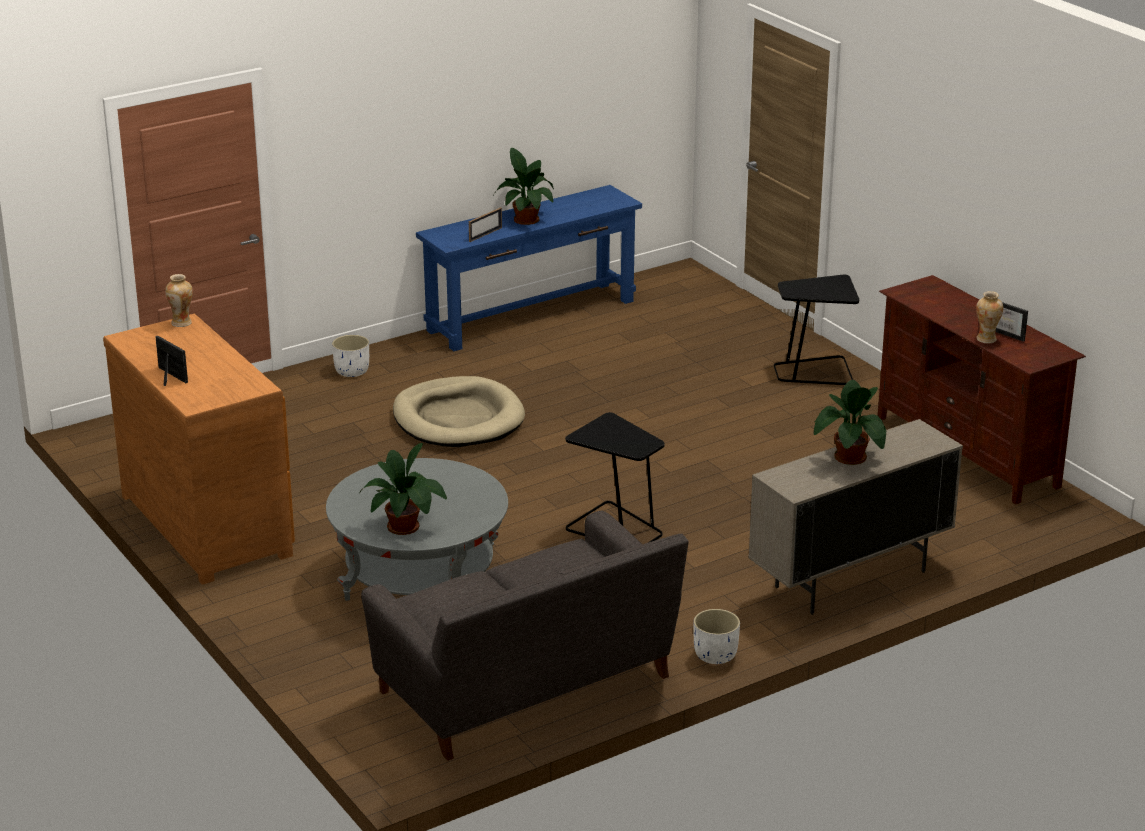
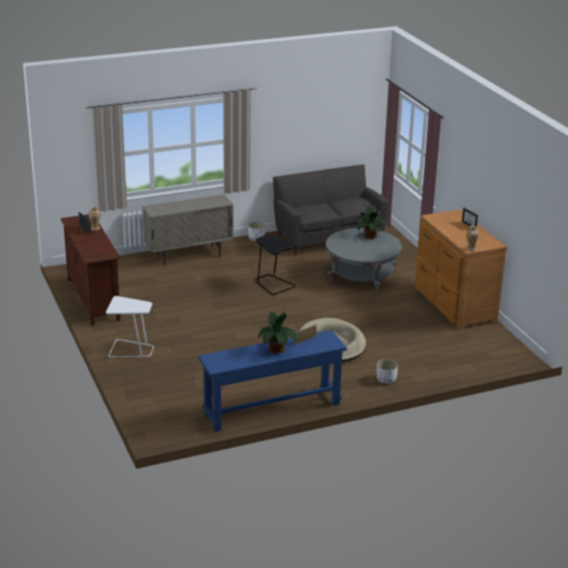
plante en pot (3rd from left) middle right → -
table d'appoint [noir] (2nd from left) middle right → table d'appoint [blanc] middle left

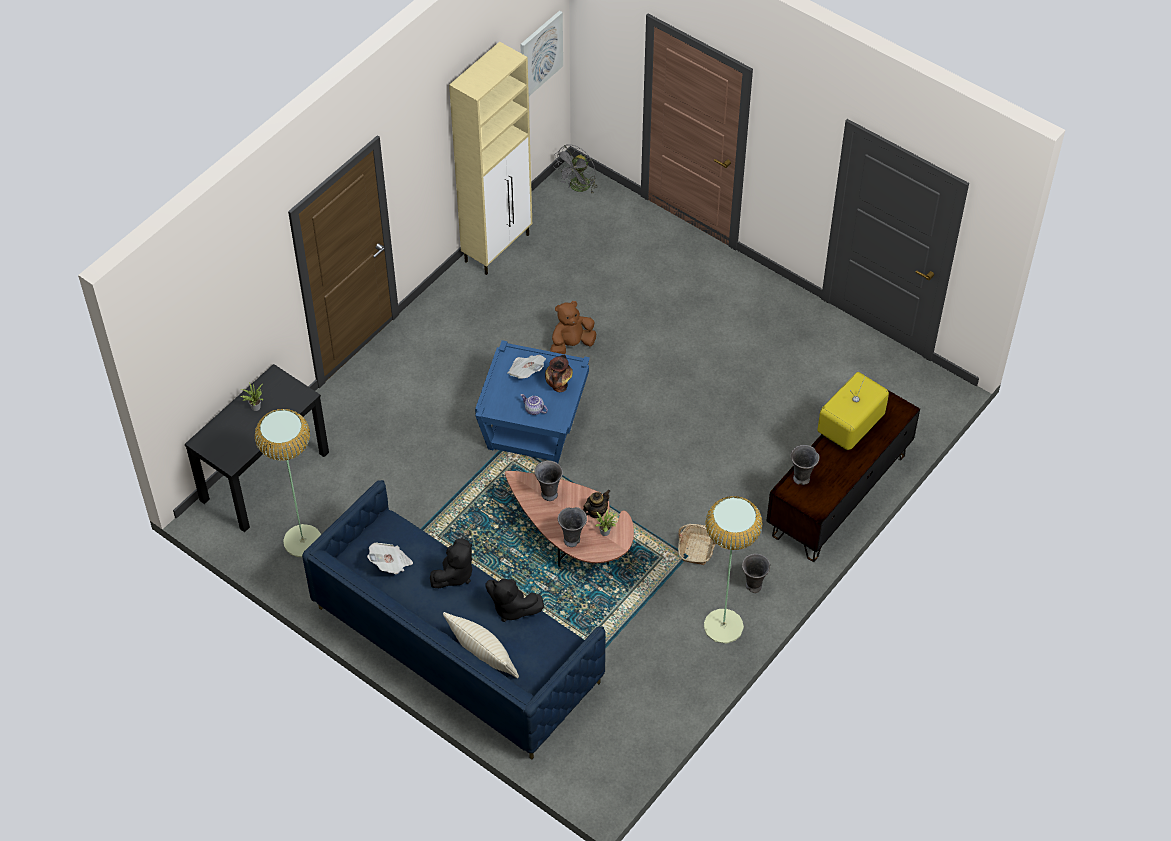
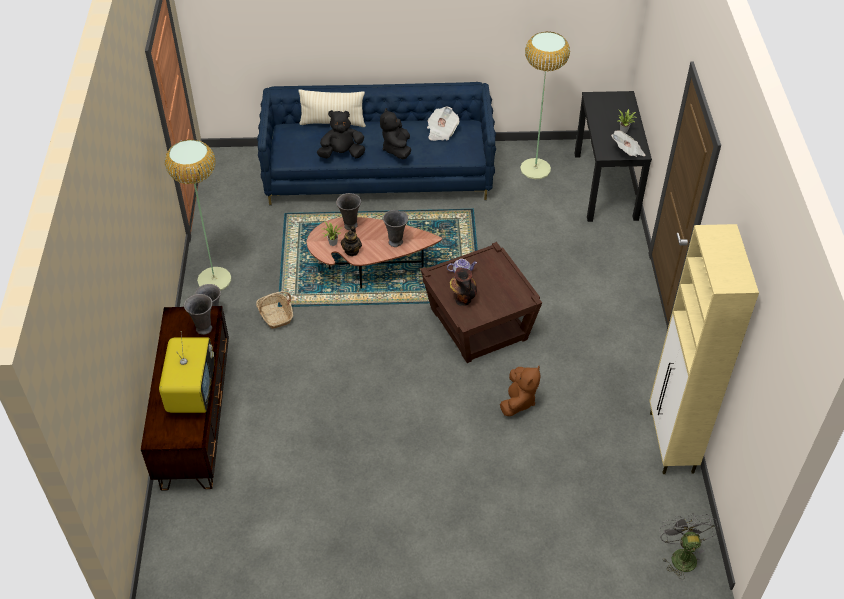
tableau top centre → -
journal (2nd from left) centre → journal (2nd from left) top right, move
table d'appoint [bleu] centre → table d'appoint [marron] centre

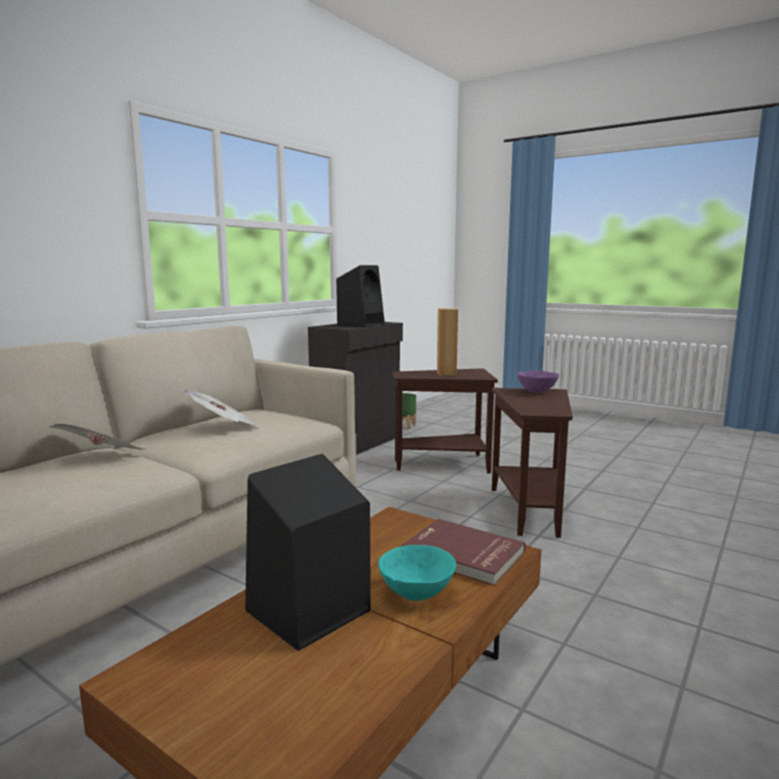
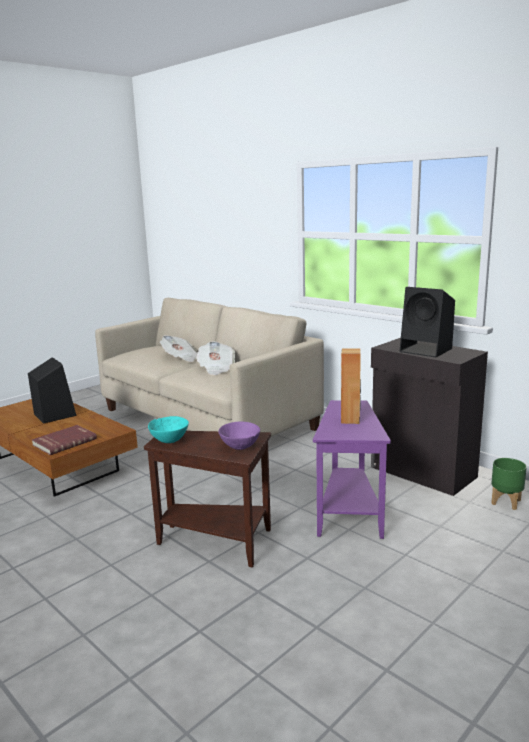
bol [turquoise] bottom centre → bol [turquoise] middle left, move
table d'appoint [marron] (1st from left) centre → table d'appoint [violet] centre

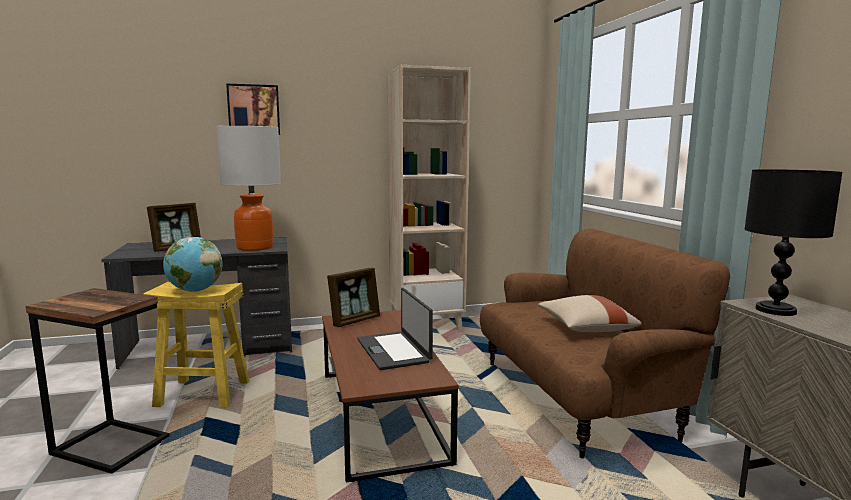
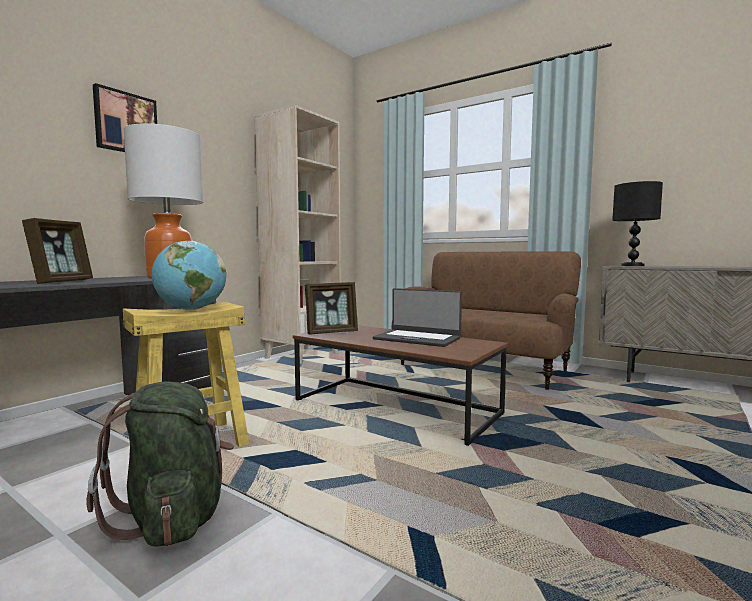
coussin [beige] middle right → -
table d'appoint bottom left → sac à dos [vert] bottom left
cadre photo (2nd from left) centre, 60 degrees clockwise

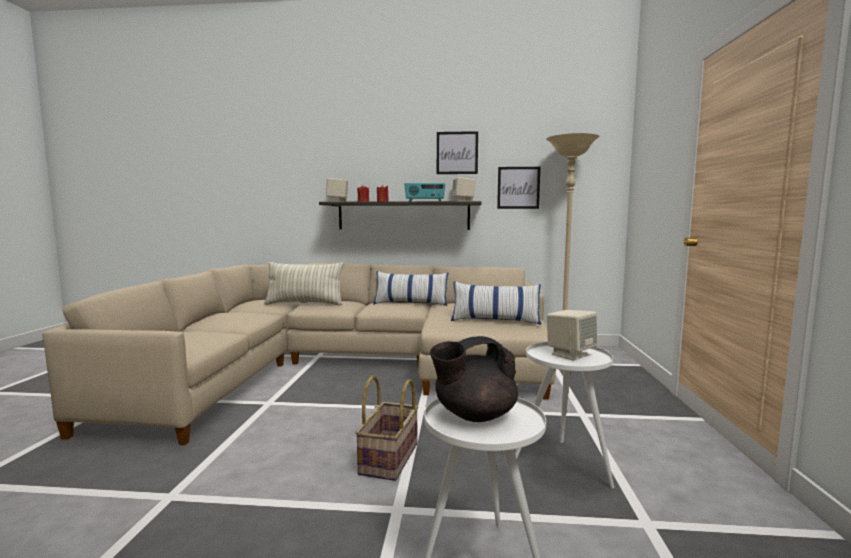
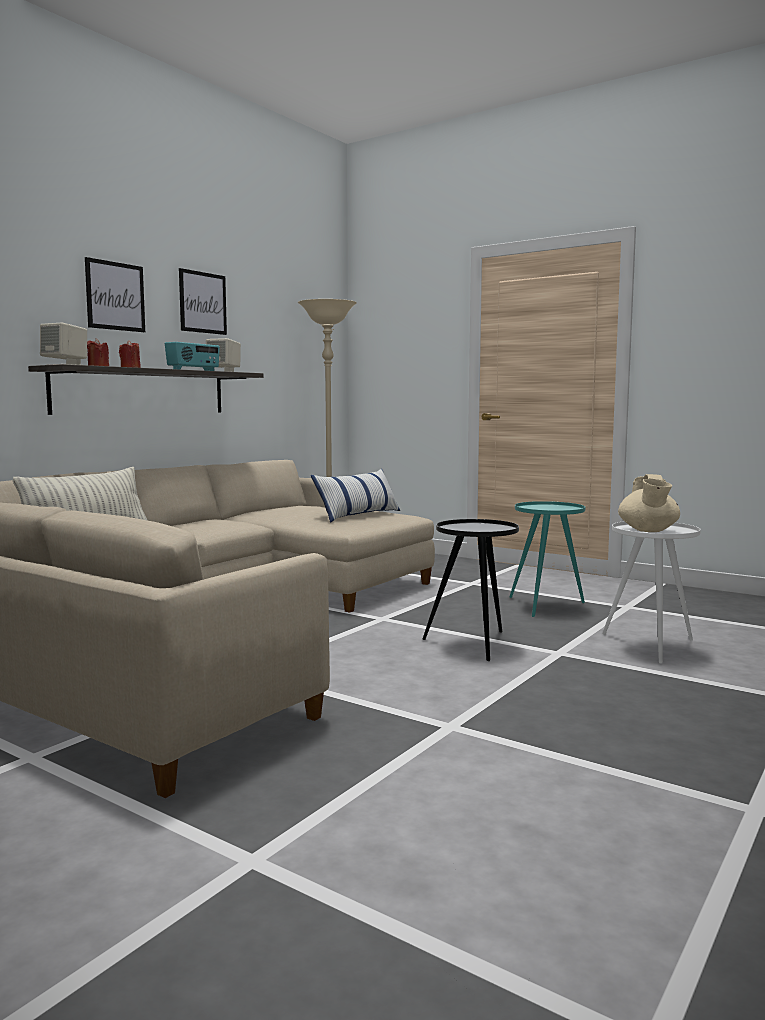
coussin (2nd from left) centre → -
enceinte [beige] (3rd from left) middle right → -
tableau (2nd from left in the first image) centre → tableau (1st from left) top left, move
panier bottom centre → table d'appoint [noir] centre
théière [noir] bottom centre → théière [beige] middle right
table d'appoint [blanc] (2nd from left) bottom centre → table d'appoint [turquoise] middle right

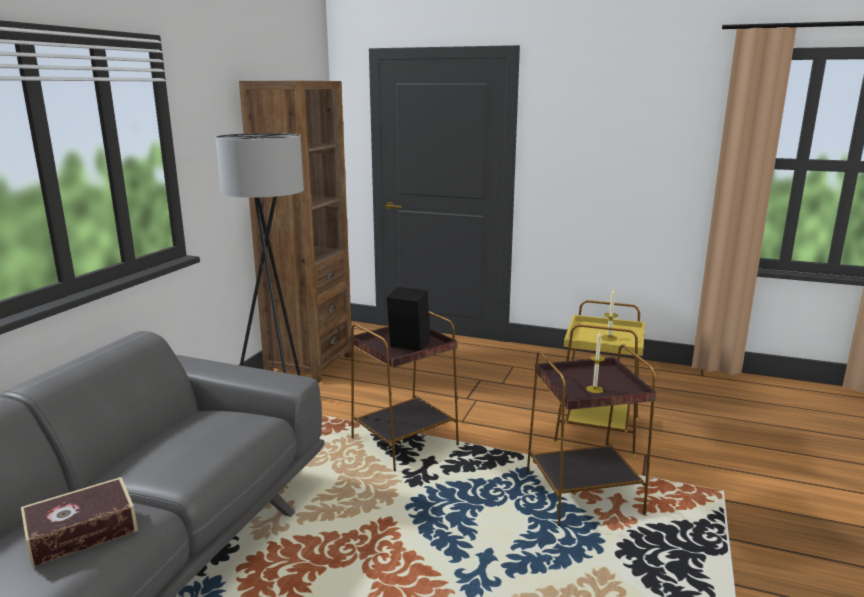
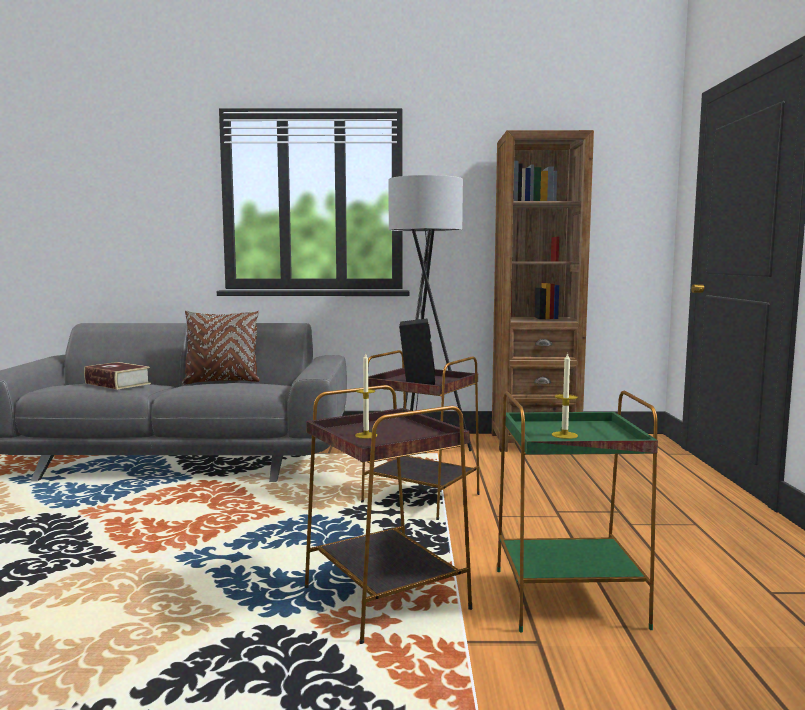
- → coussin [marron] middle left
table d'appoint [jaune] middle right → table d'appoint [vert] bottom right

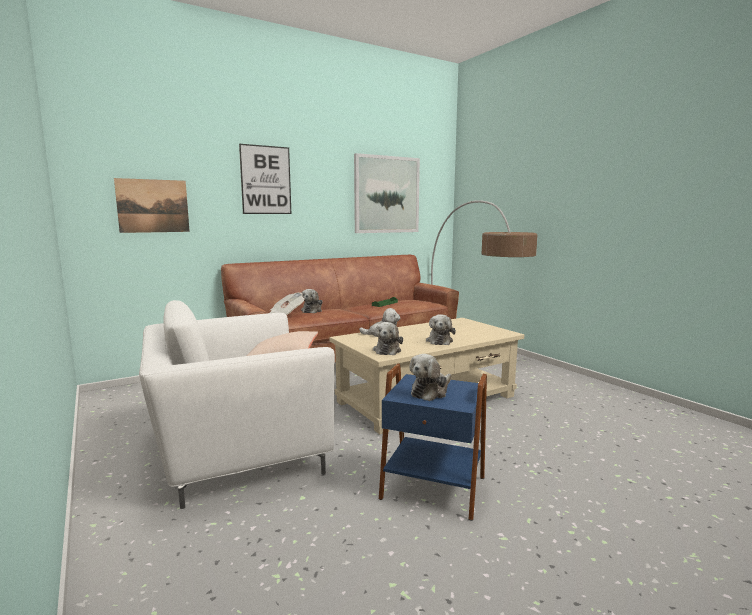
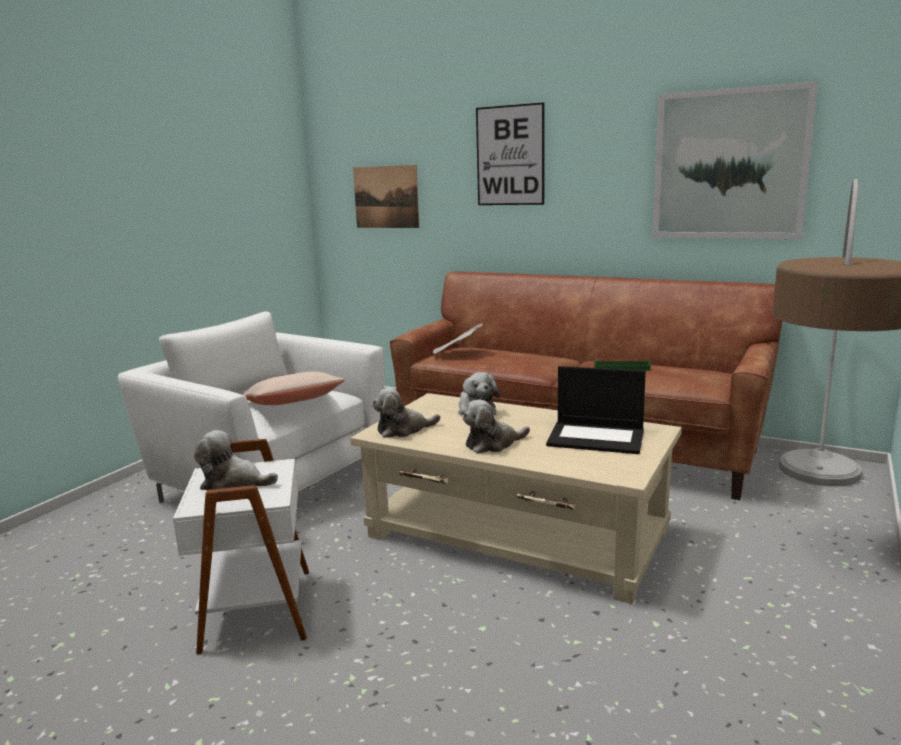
peluche (1st from left) centre → -
- → ordinateur portable centre
table d'appoint [bleu] bottom centre → table d'appoint [blanc] bottom left

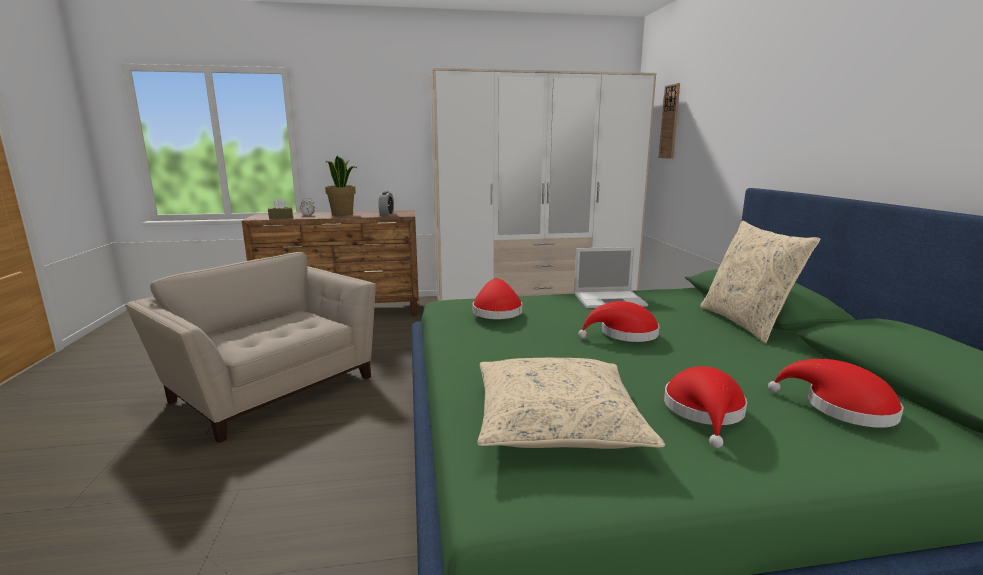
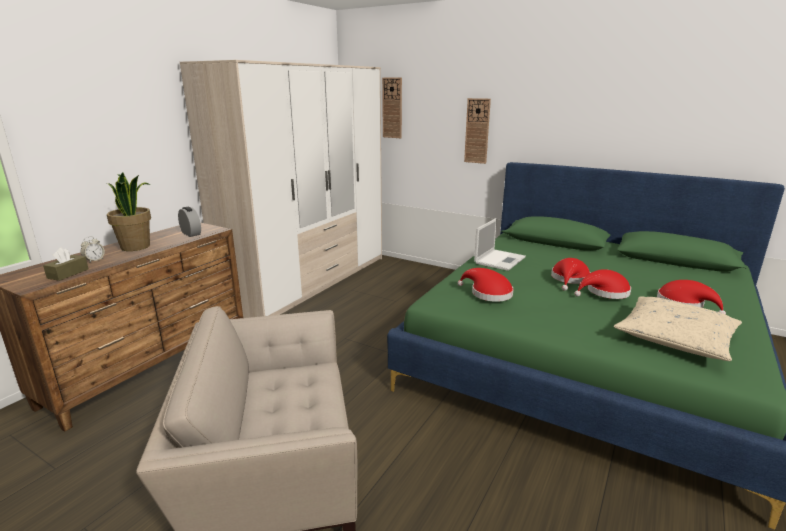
coussin [beige] (2nd from left) middle right → -
- → horloge murale (2nd from left) top centre
chapeau [rouge] (4th from left in the first image) bottom right → chapeau [rouge] (3rd from left) middle right, move

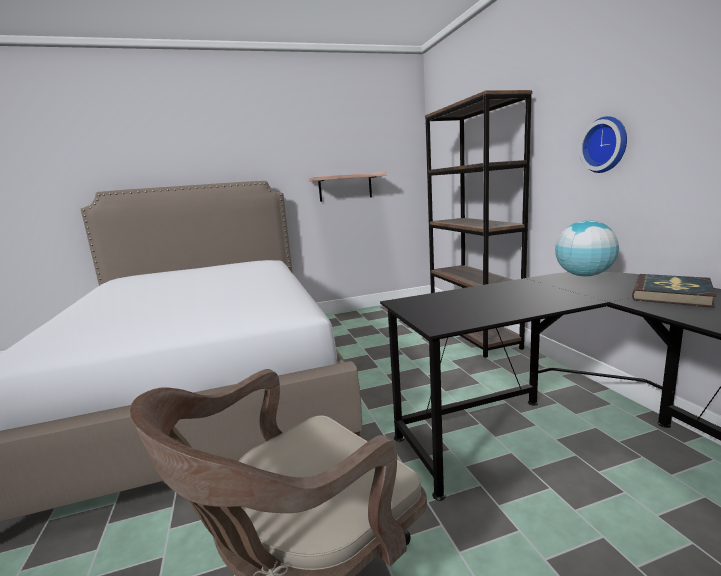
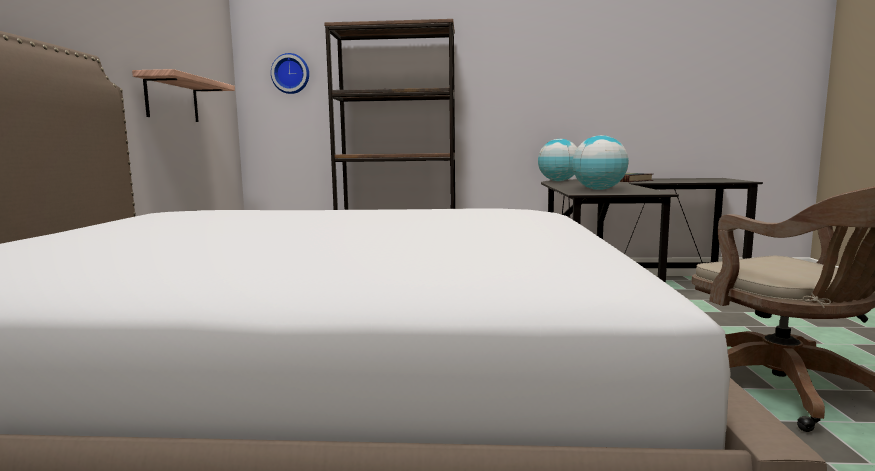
- → globe (2nd from left) middle right
horloge murale top right → horloge murale top left, move

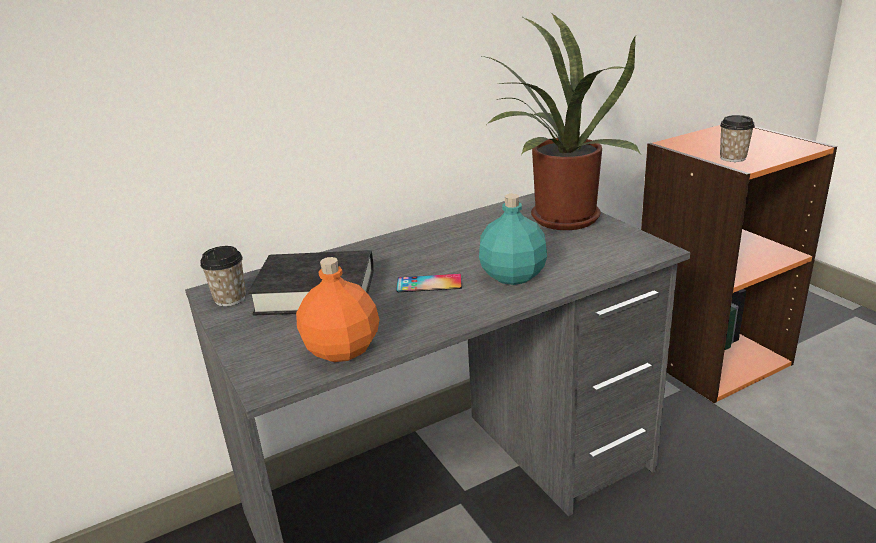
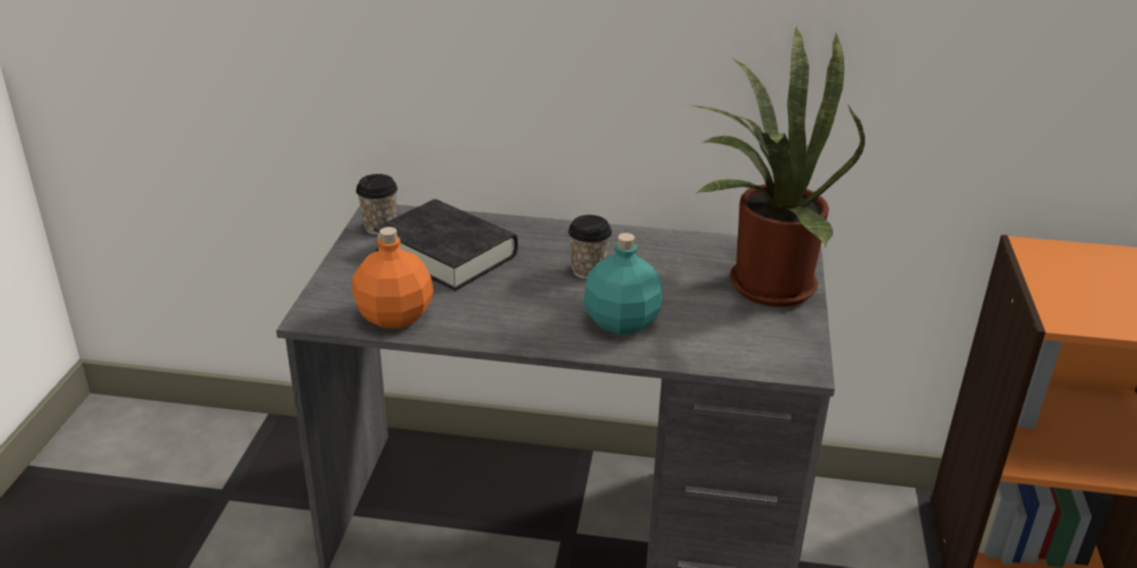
téléphone centre → -
tasse (2nd from left) top right → tasse (2nd from left) centre, move

